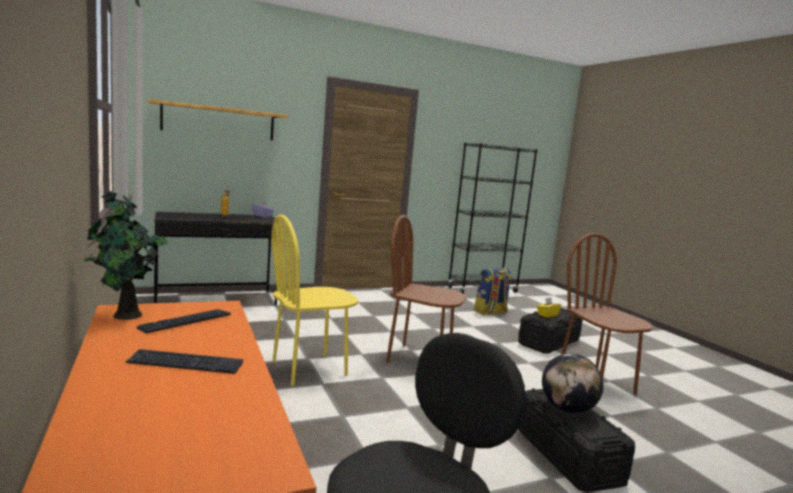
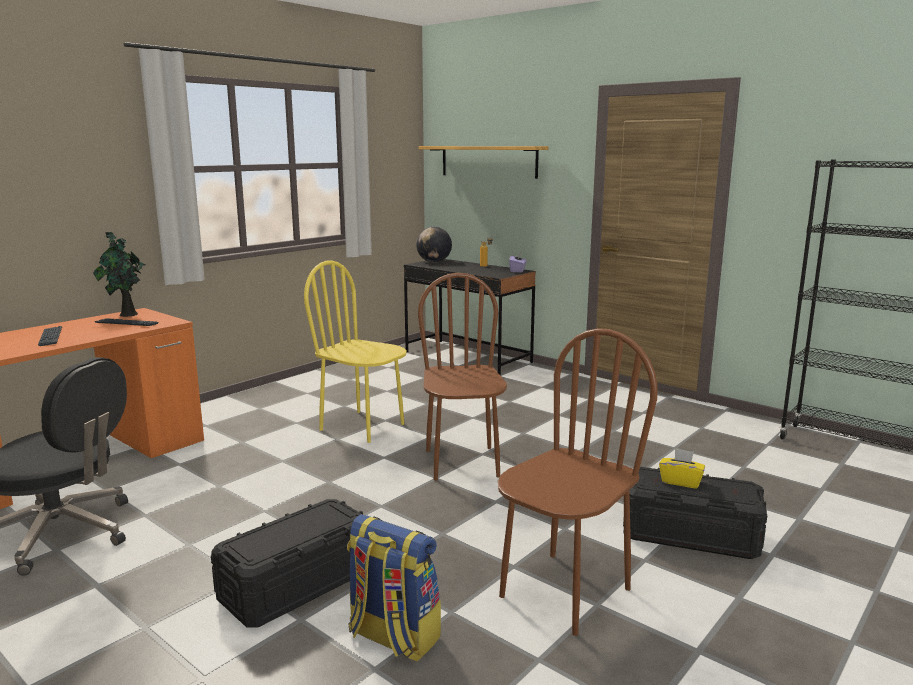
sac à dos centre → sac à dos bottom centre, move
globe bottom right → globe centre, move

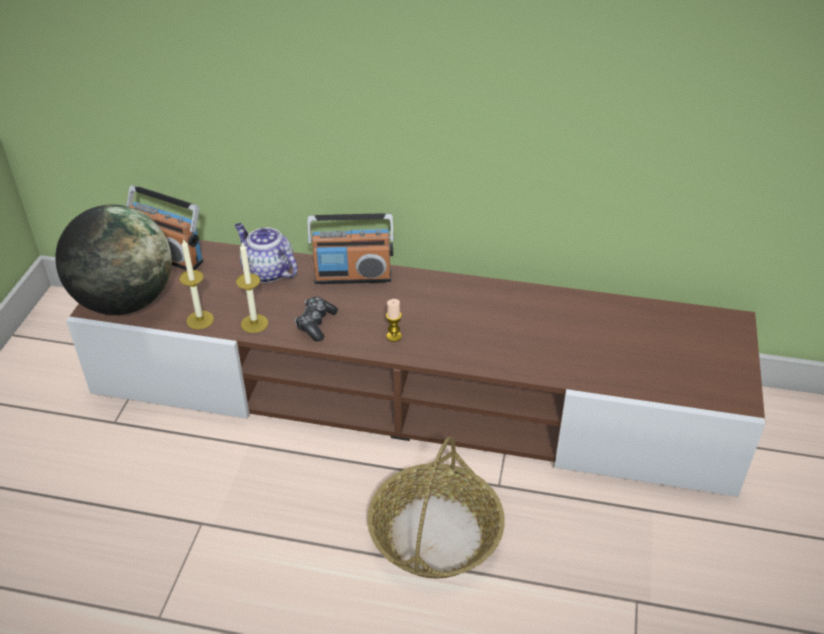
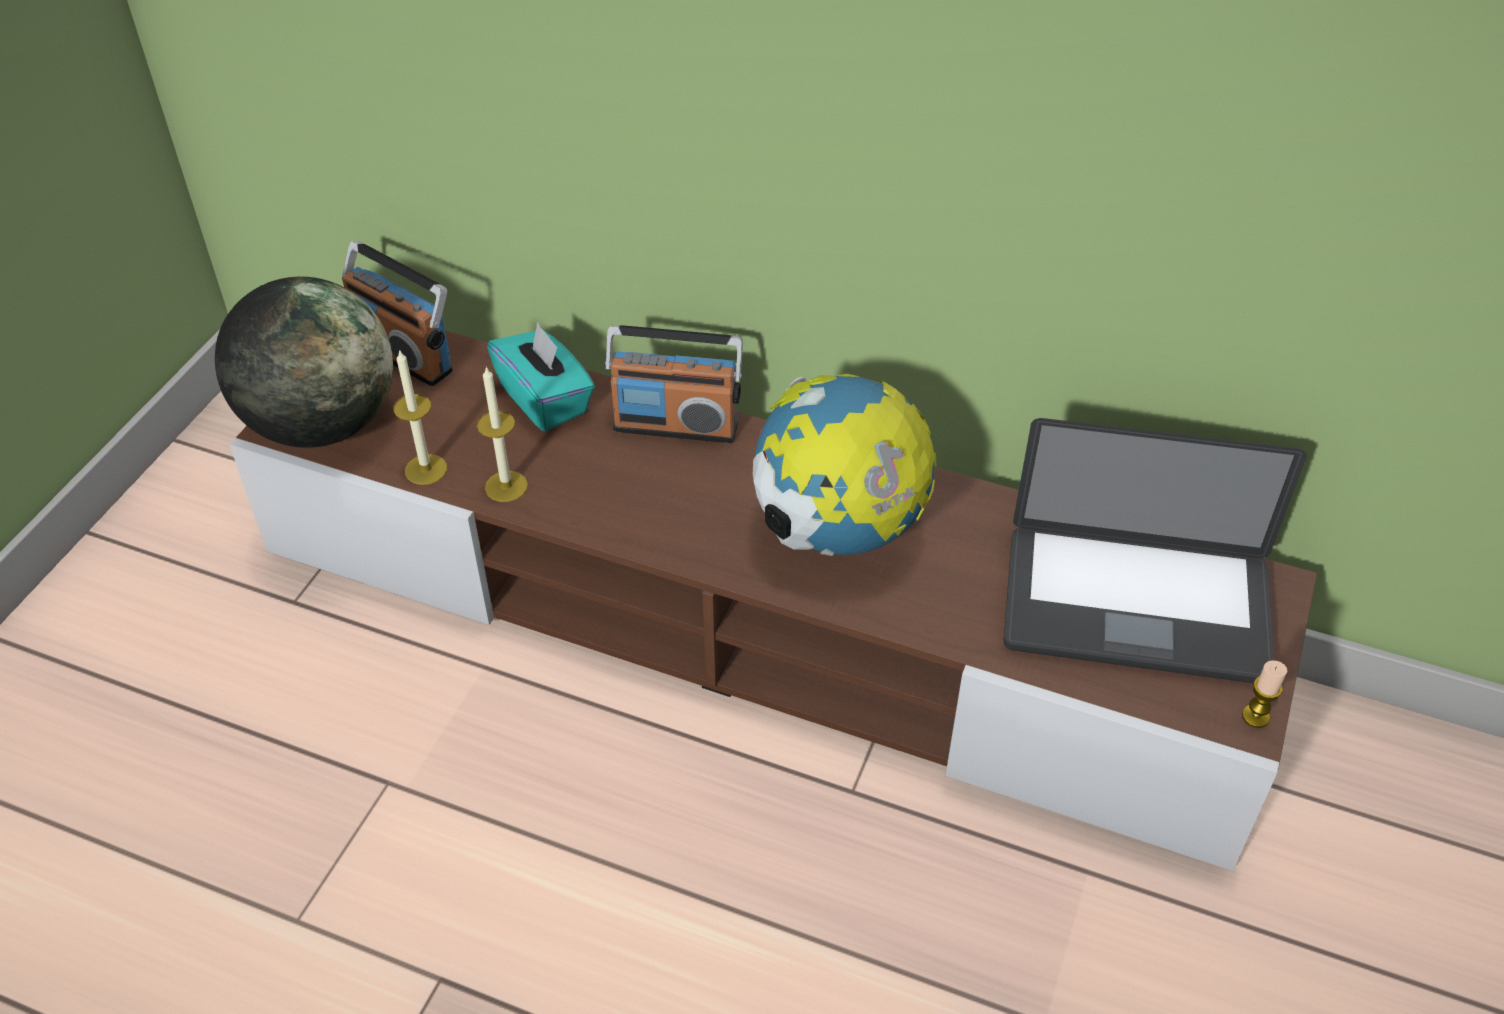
manette centre → -
panier bottom centre → -
- → globe (2nd from left) centre
- → ordinateur portable middle right
bougie (3rd from left) centre → bougie (3rd from left) bottom right, move
théière middle left → boîte à mouchoirs [turquoise] centre

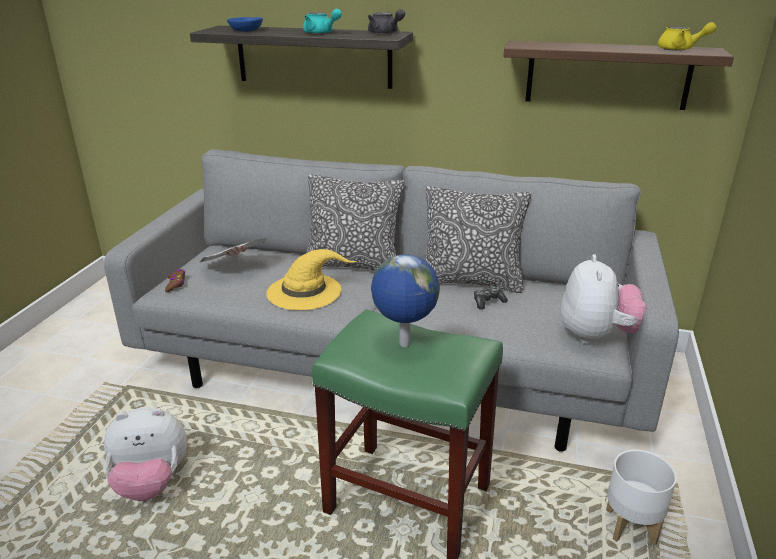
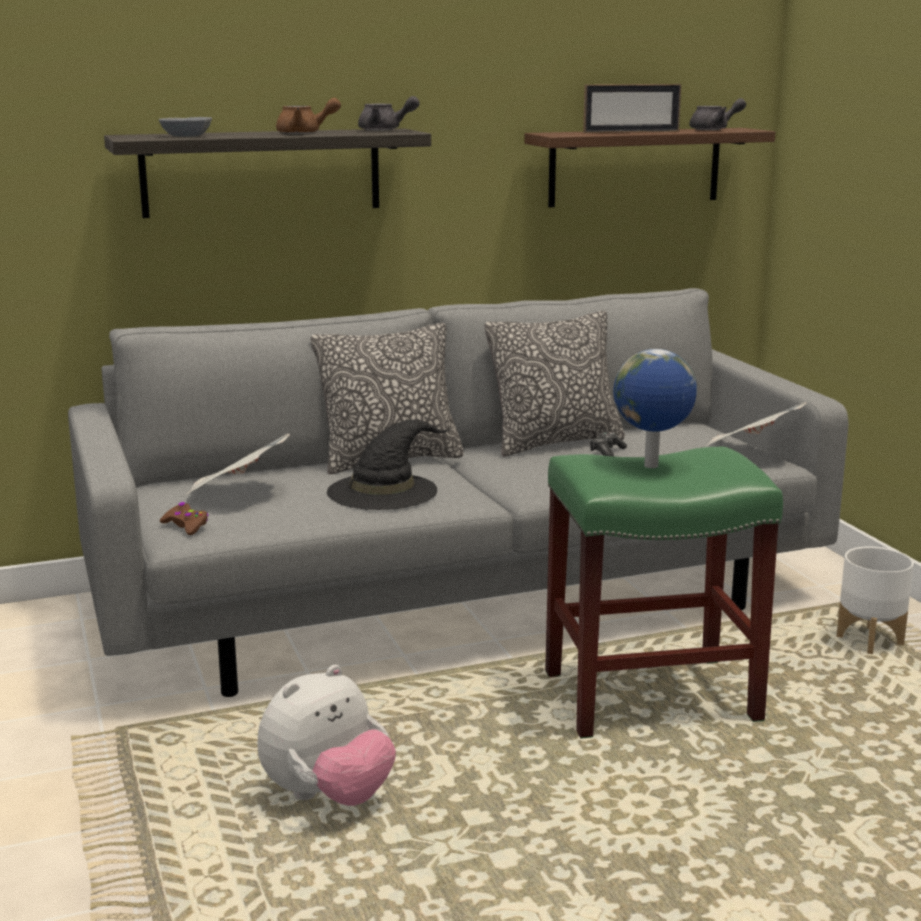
- → cadre photo top right
peluche (2nd from left) middle right → journal (2nd from left) middle right
bol [bleu] top left → bol [gris] top left
chapeau [jaune] centre → chapeau [noir] centre
théière [turquoise] top centre → théière [marron] top centre
théière [jaune] top right → théière [gris] (2nd from left) top right

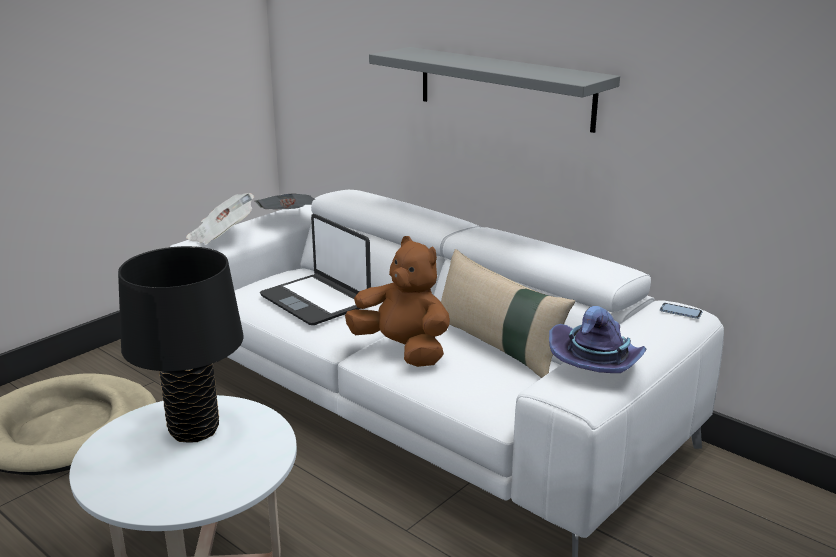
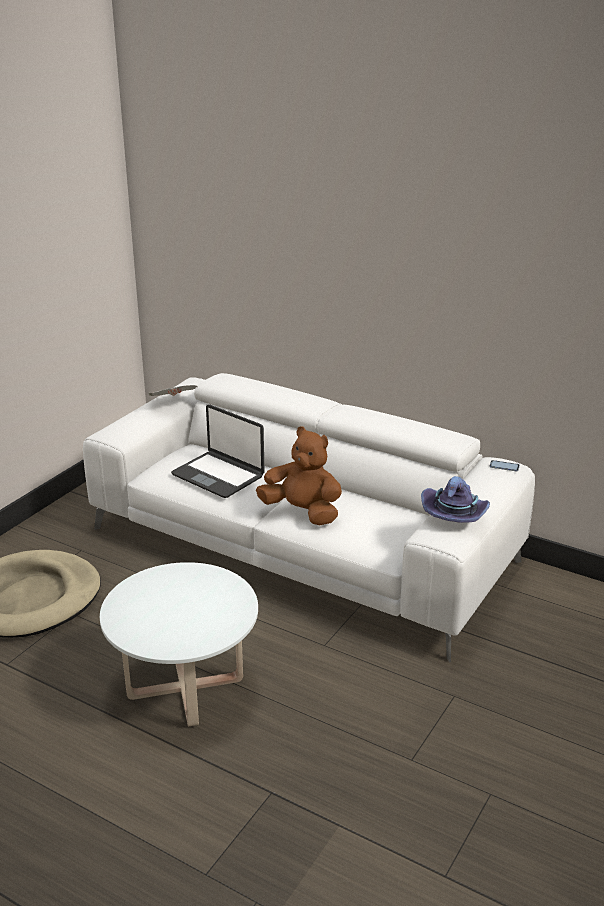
lampe de table [noir] middle left → -
journal (1st from left) middle left → -
étagère [gris] top centre → -
coussin [beige] centre → -

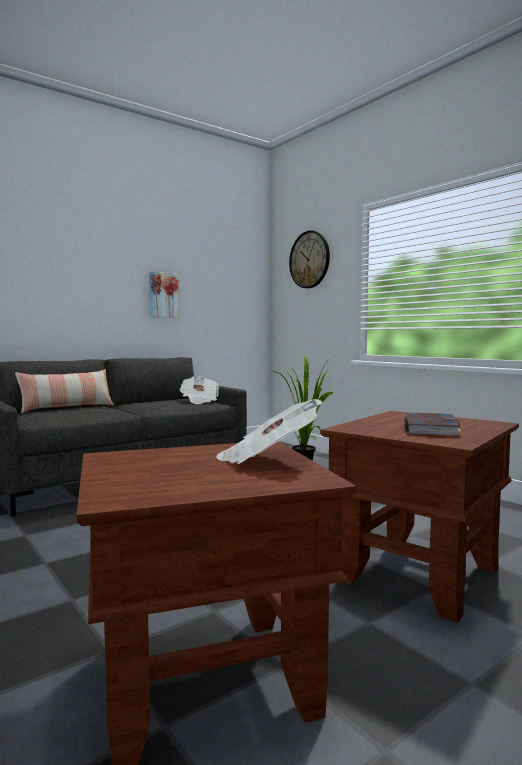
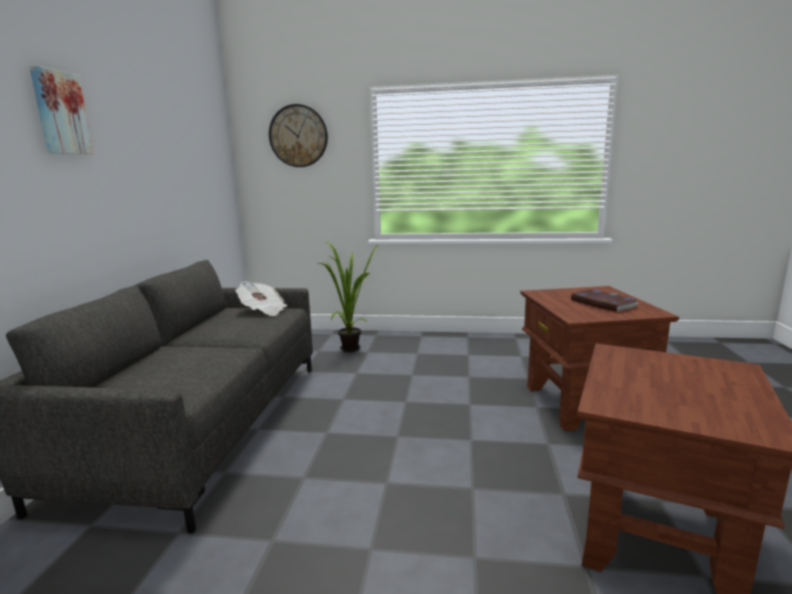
coussin middle left → -
journal (2nd from left) centre → -
tableau middle left → tableau top left, move

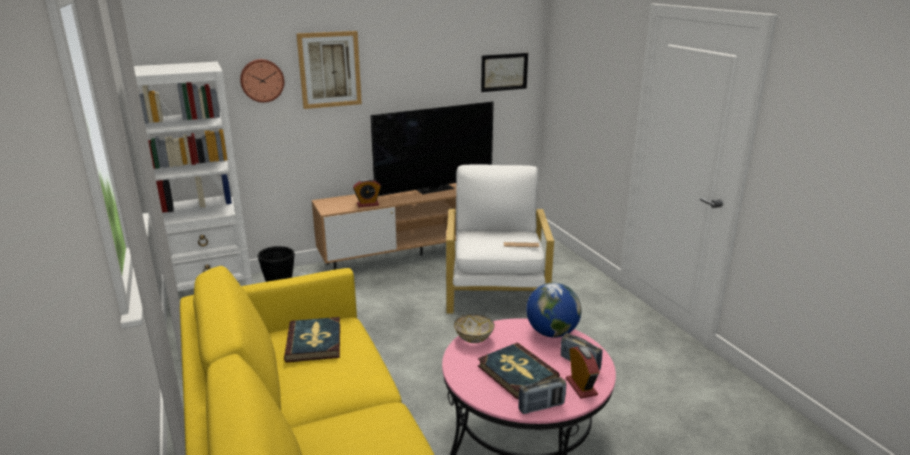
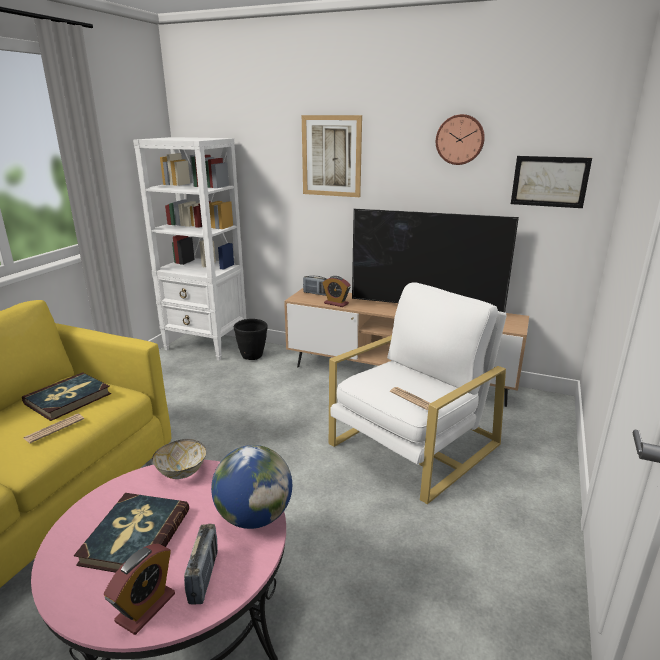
- → journal (1st from left) middle left
horloge murale top left → horloge murale top right, move
radio (1st from left in the first image) bottom centre → radio (2nd from left) centre, move

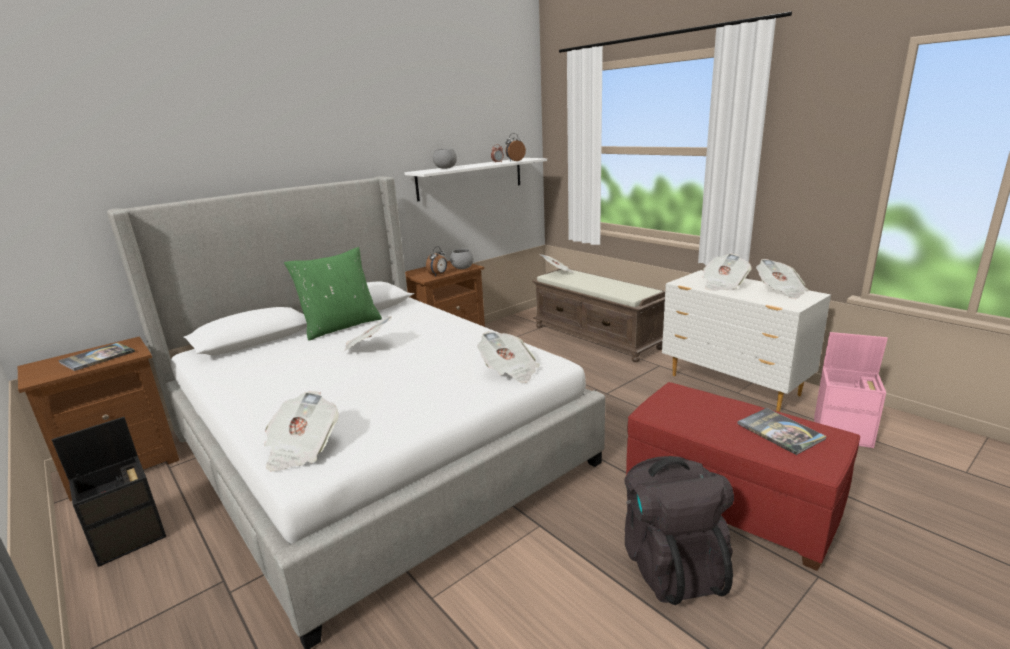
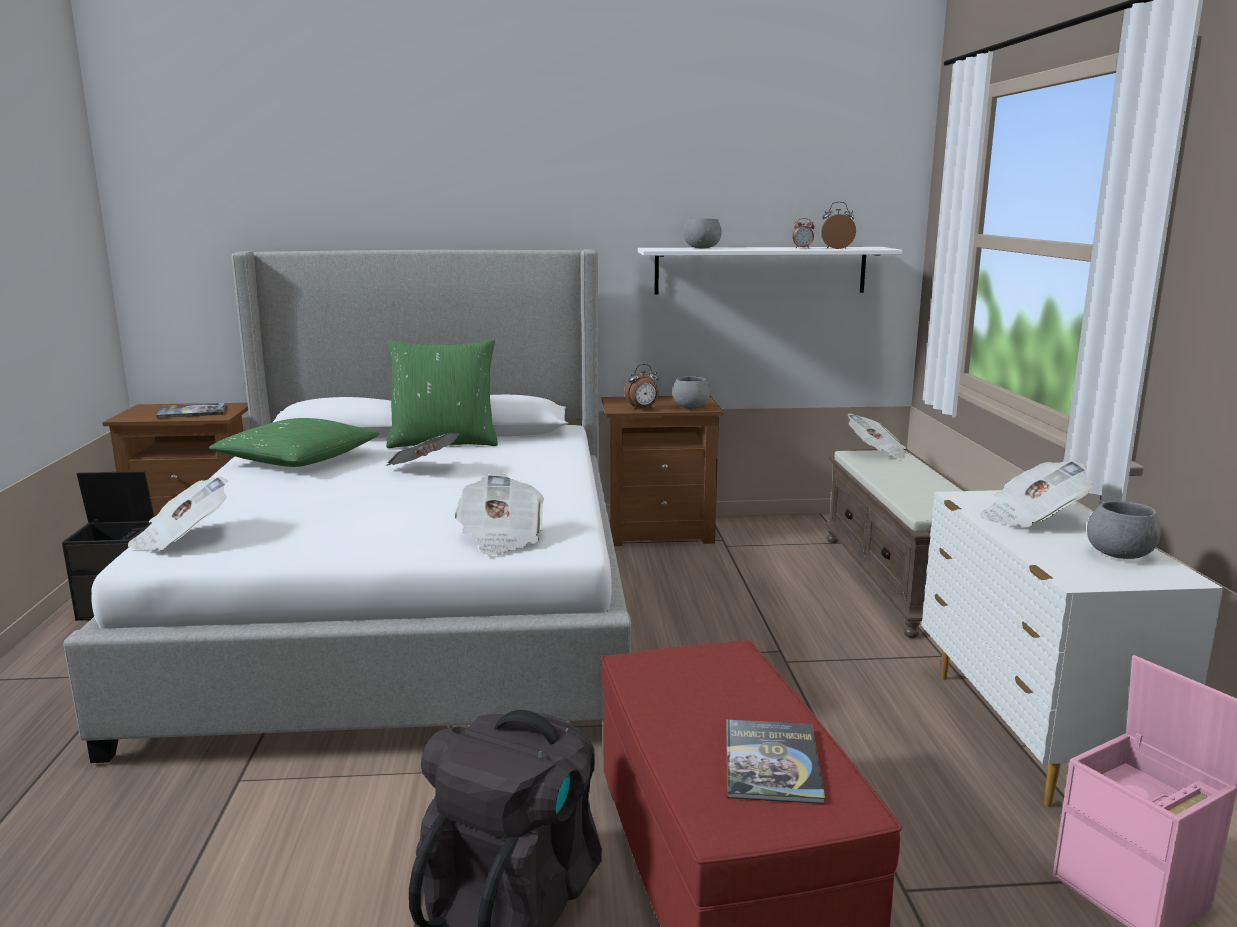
- → coussin [vert] (1st from left) middle left
journal (6th from left) middle right → bol [gris] (3rd from left) middle right

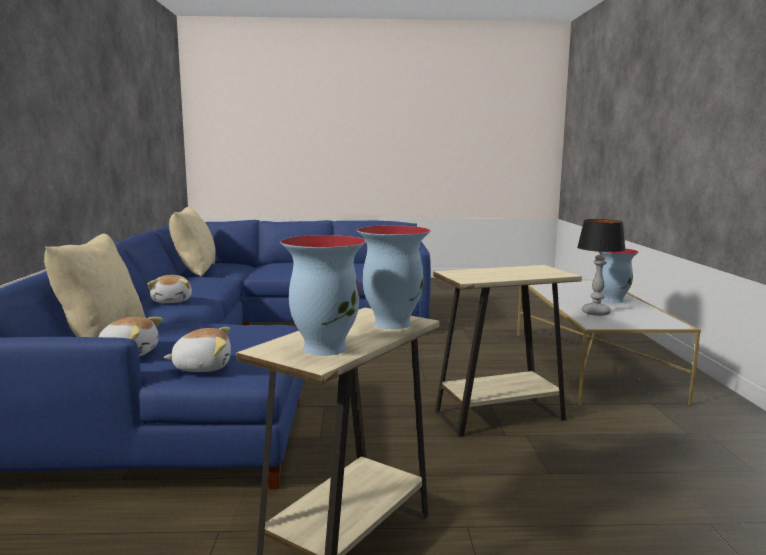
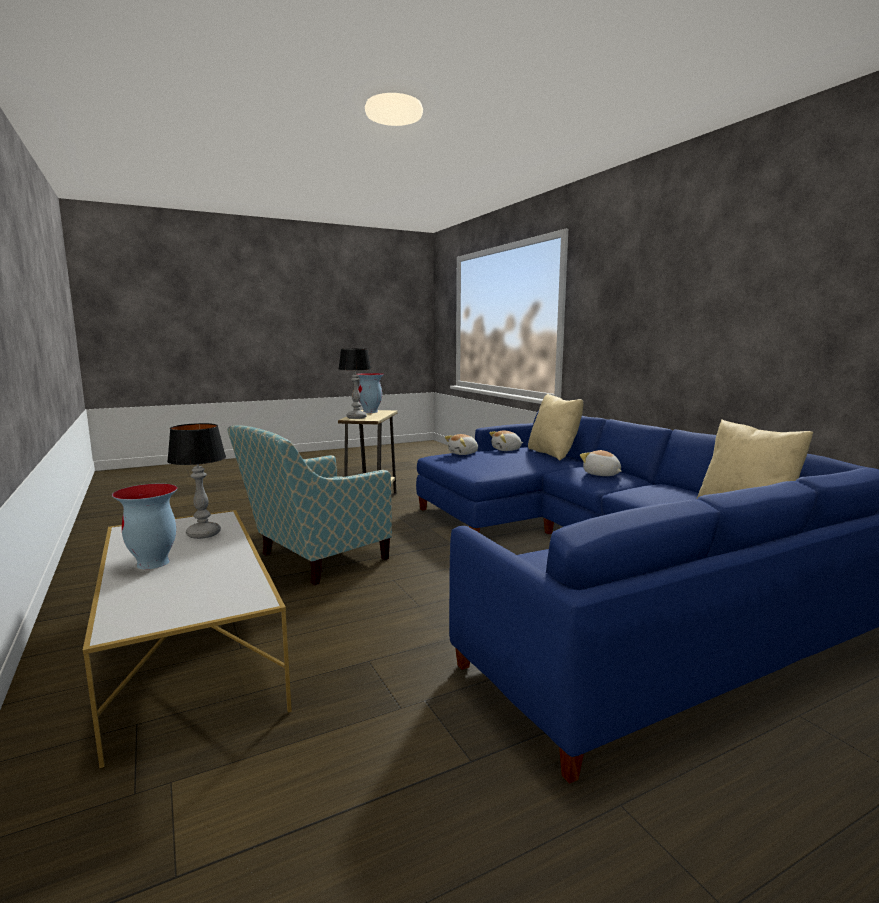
vase (2nd from left) centre → lampe de table (2nd from left) centre
table d'appoint [beige] (2nd from left) centre → fauteuil centre

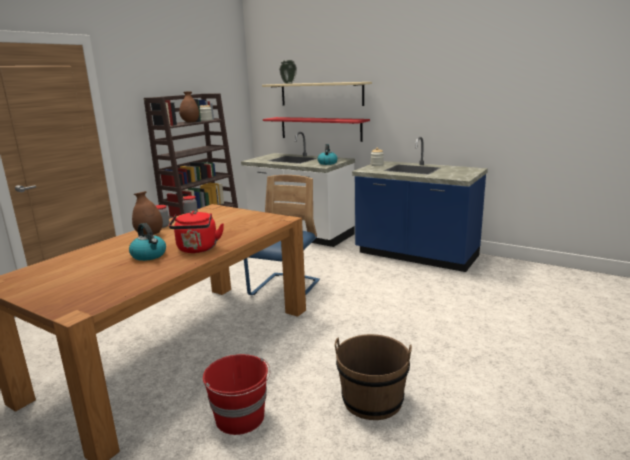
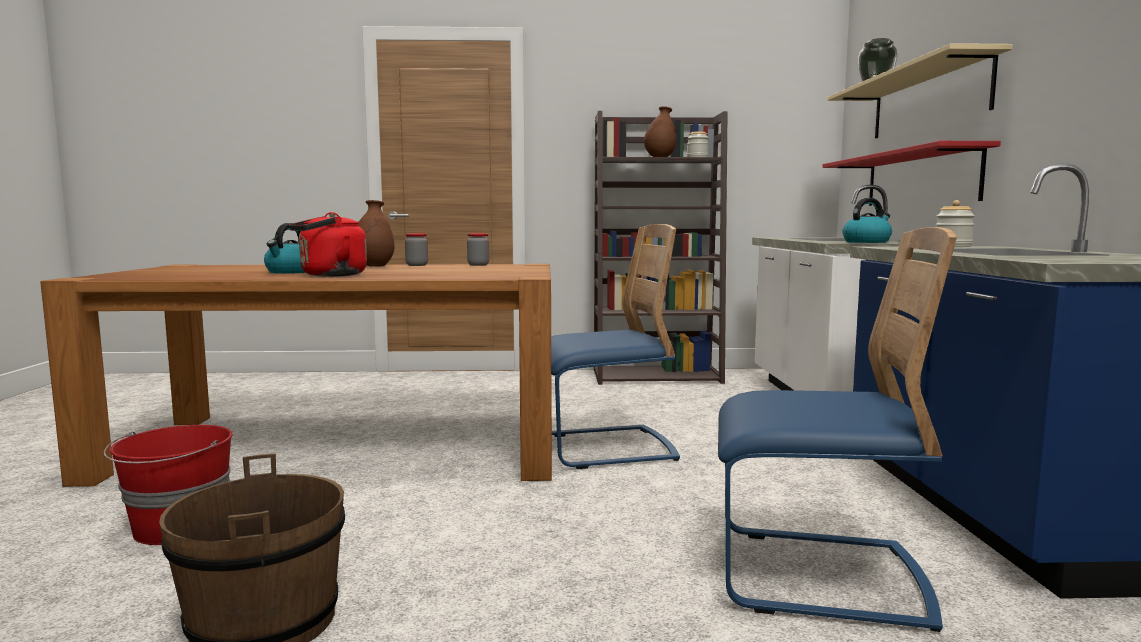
- → chaise [bleu] (2nd from left) bottom right

